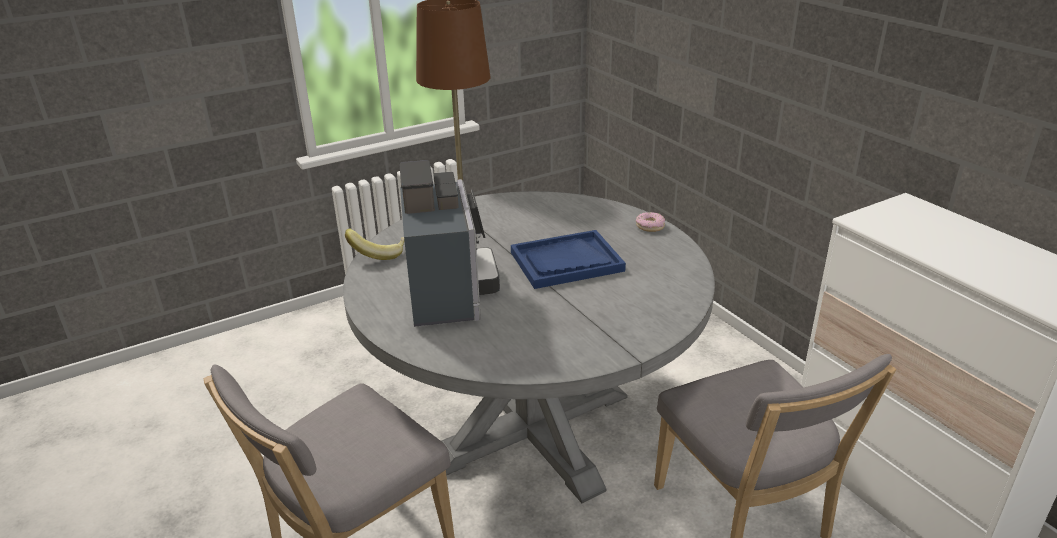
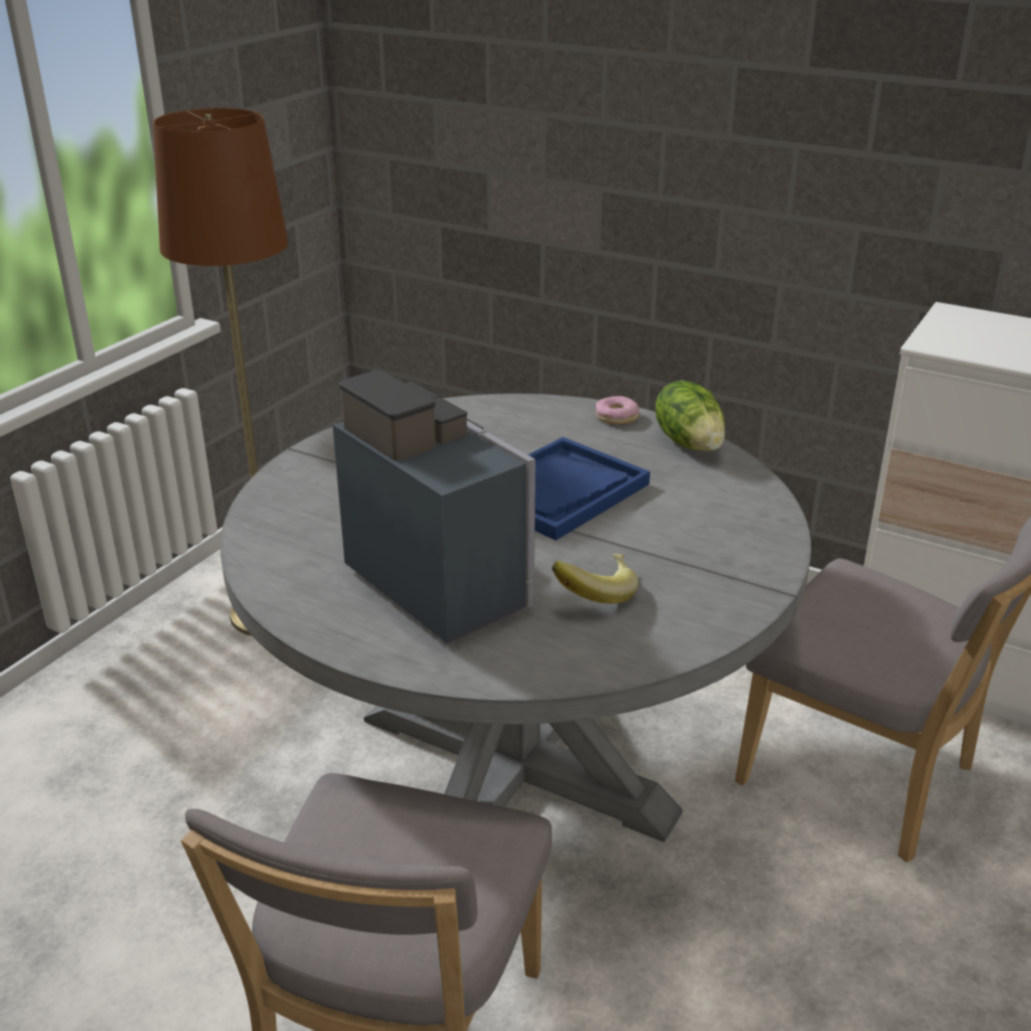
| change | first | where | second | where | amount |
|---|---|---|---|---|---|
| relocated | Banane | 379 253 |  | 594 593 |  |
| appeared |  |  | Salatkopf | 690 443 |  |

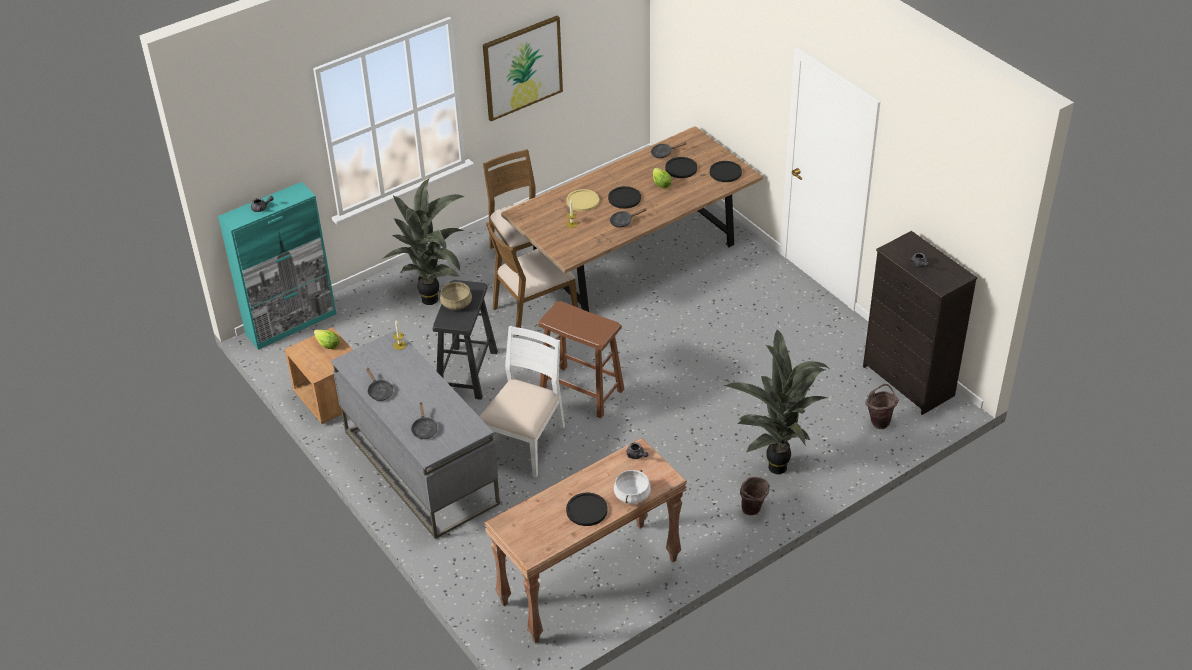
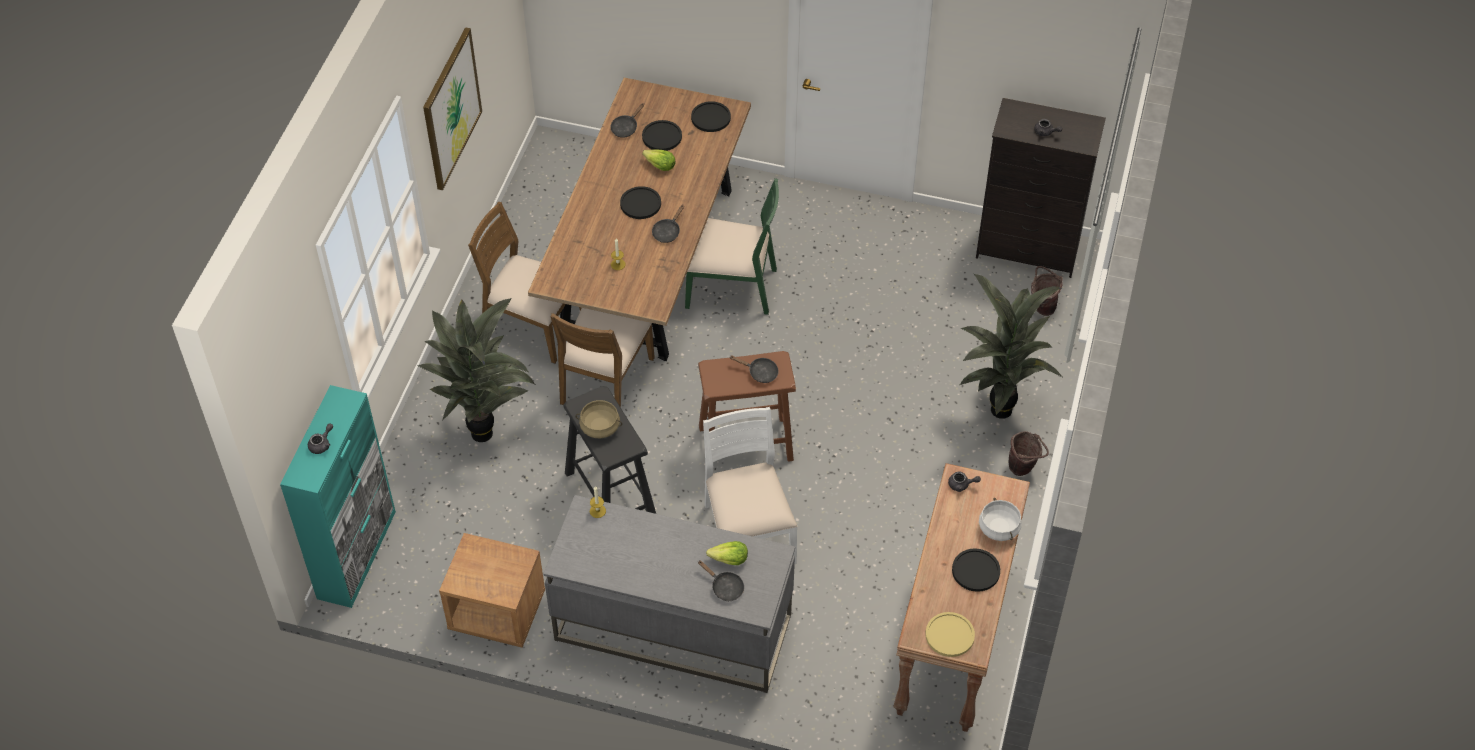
| change | first | where | second | where | amount |
|---|---|---|---|---|---|
| relocated | Teller (gelb) | 582 201 |  | 949 635 |  |
| relocated | Salatkopf | 327 344 |  | 729 560 |  |
| relocated | Pfanne (schwarz) | 379 391 |  | 760 372 |  |
| appeared |  |  | Stuhl (grün) | 732 287 |  |

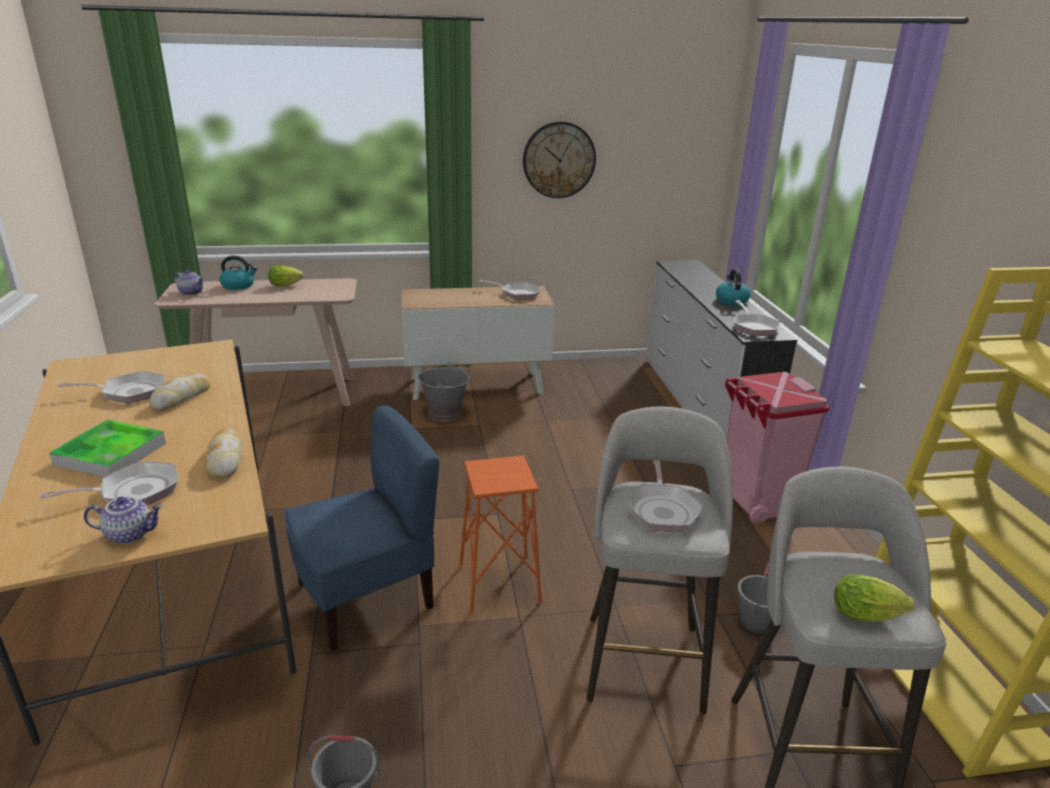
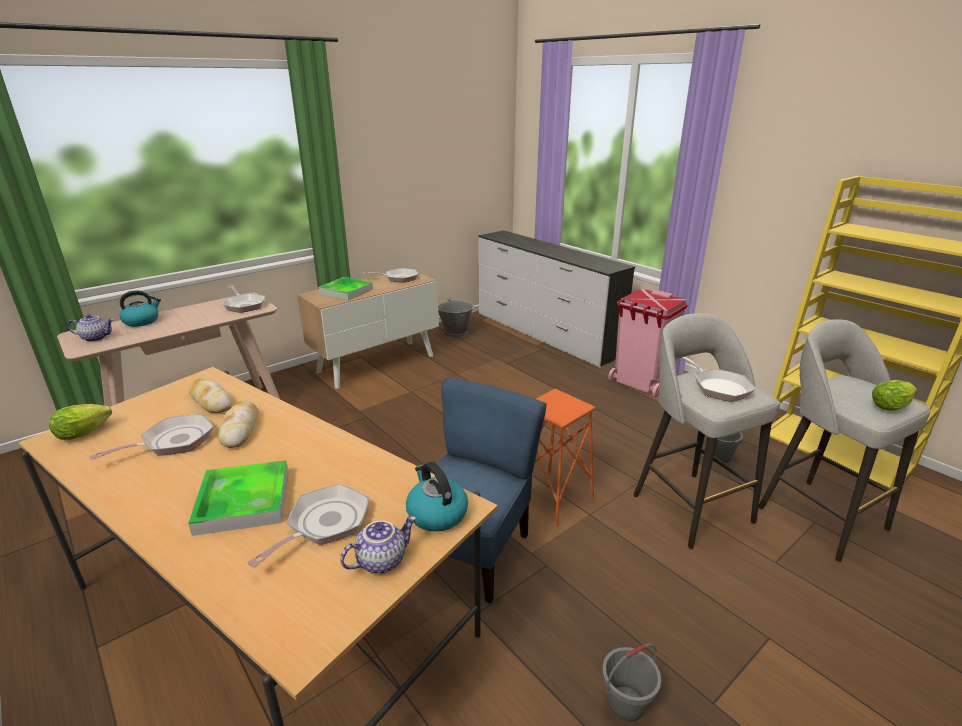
| change | first | where | second | where | amount |
|---|---|---|---|---|---|
| missing | Wanduhr | 559 160 |  |  |  |
| relocated | Salatkopf | 287 285 |  | 87 432 |  |
| relocated | Wasserkessel | 731 300 |  | 436 513 |  |
| relocated | Pfanne | 753 327 |  | 244 305 |  |
| relocated | Eimer (grau) | 445 413 |  | 456 333 |  |
| relocated | Brot | 225 459 |  | 210 401 |  |
| appeared |  |  | Tablett | 346 291 |  |

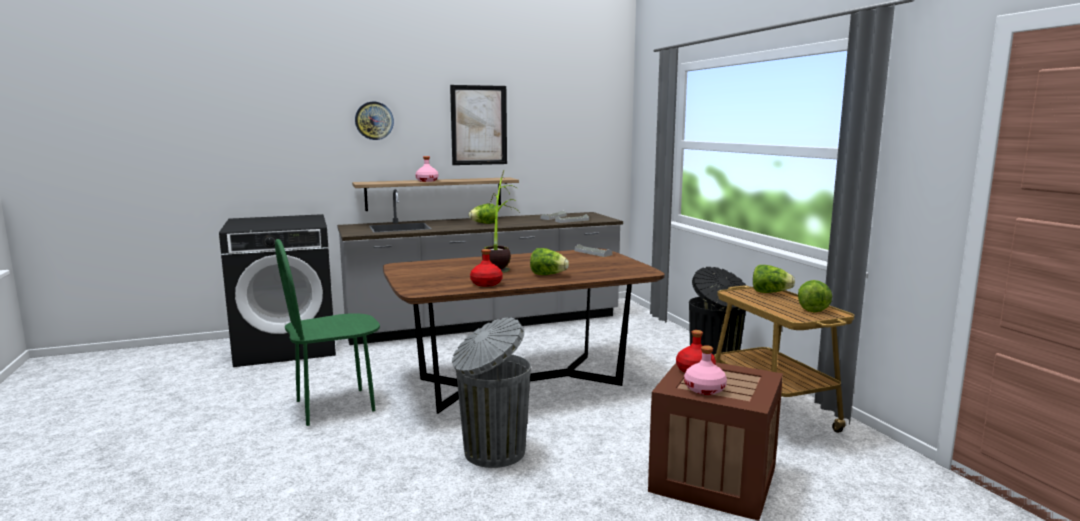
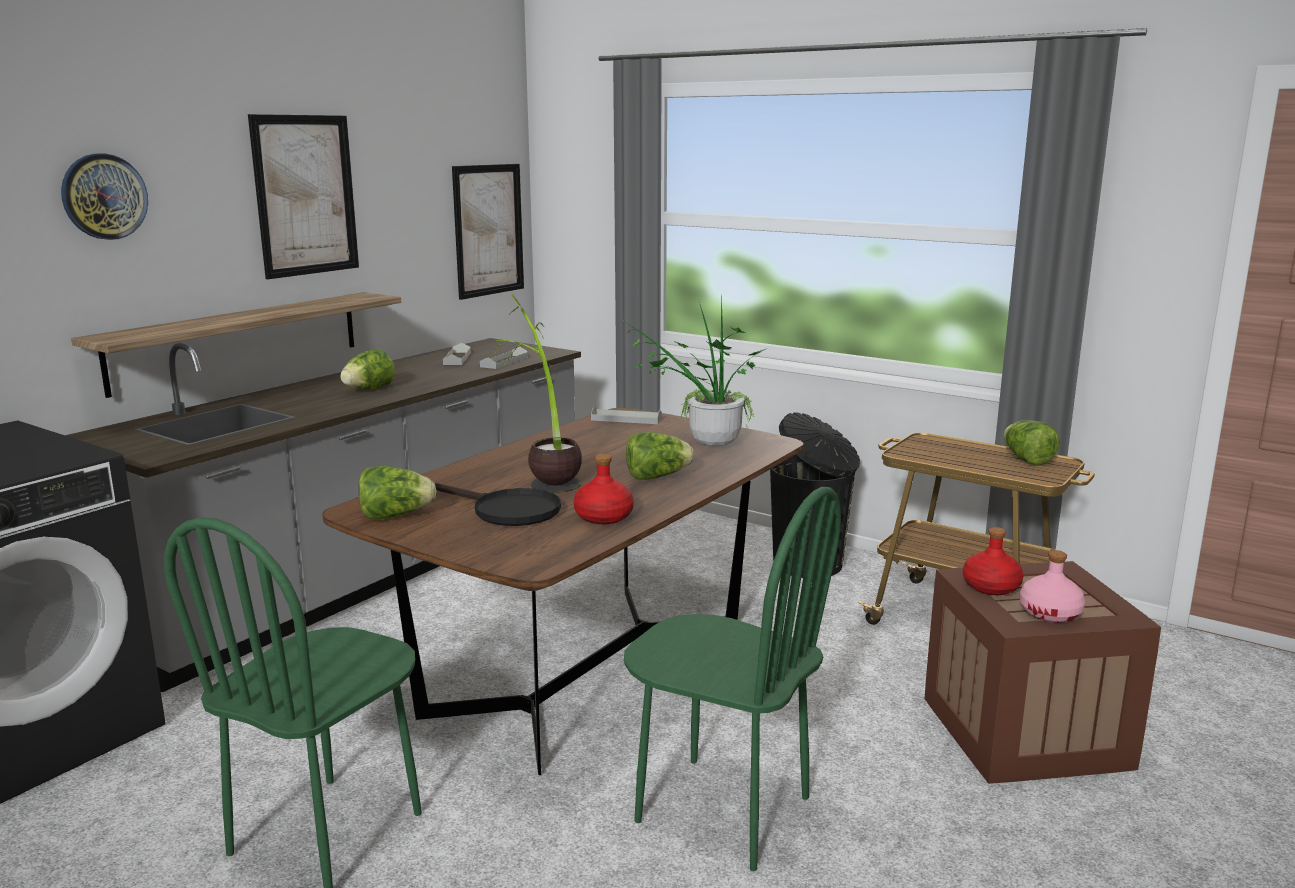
| change | first | where | second | where | amount |
|---|---|---|---|---|---|
| missing | Flasche (rosa) | 427 181 |  |  |  |
| relocated | Salatkopf | 770 292 |  | 395 516 |  |
| exchanged | Mülleimer (grau) | 492 452 | Stuhl (grün) | 722 810 |  |
| appeared |  |  | Bild | 488 230 |  |
| appeared |  |  | Topfpflanze | 703 444 |  |
| appeared |  |  | Pfanne (schwarz) | 506 511 |  |

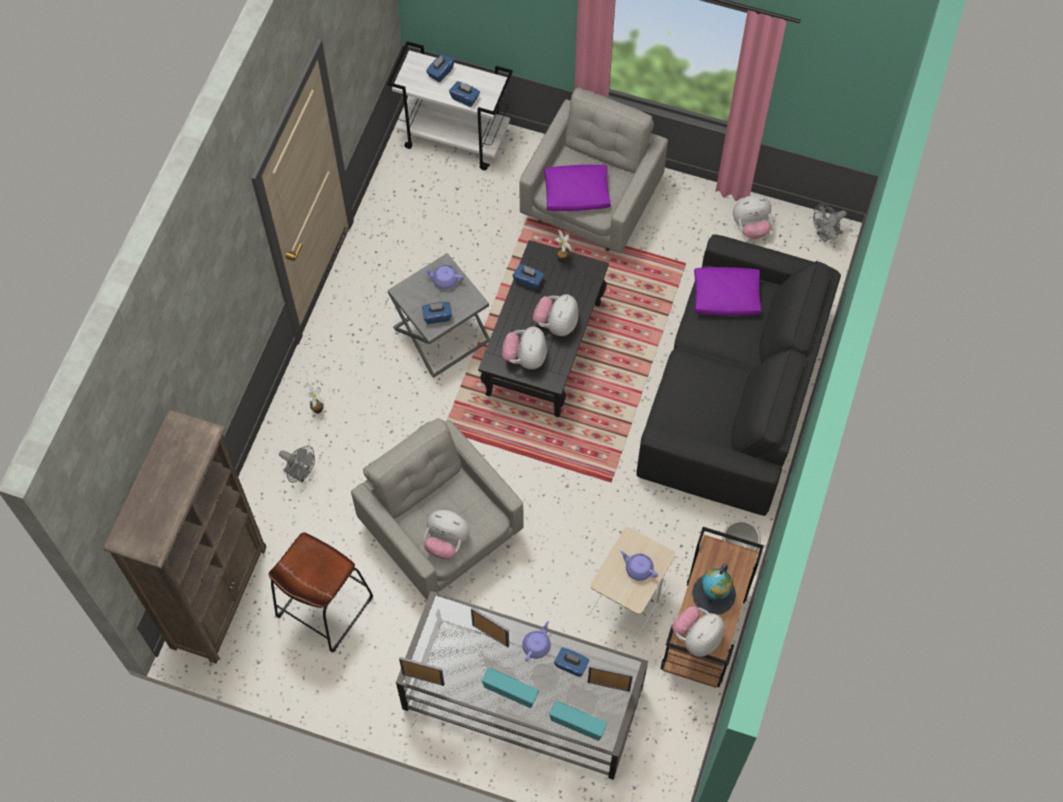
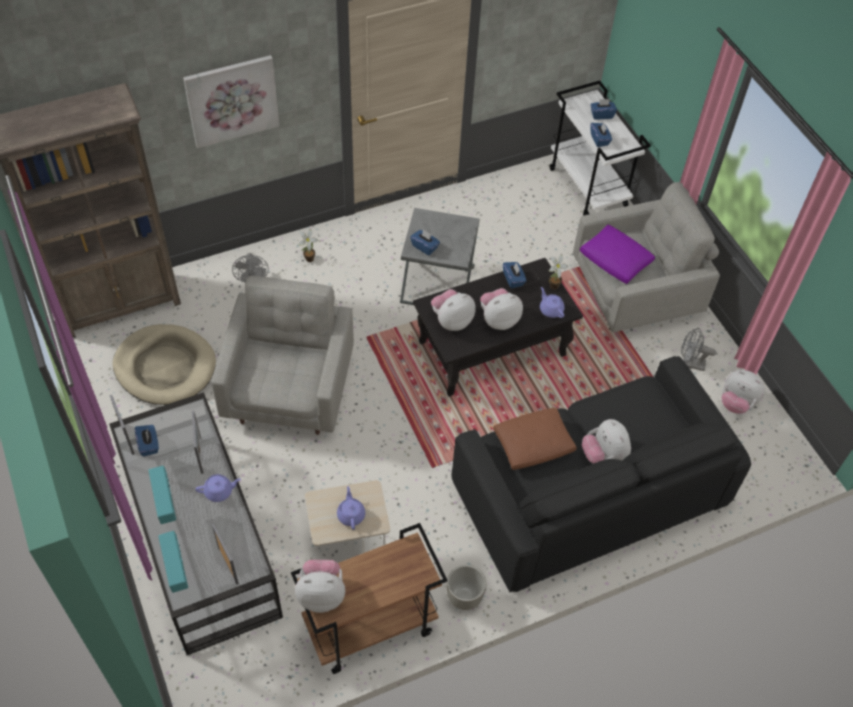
| change | first | where | second | where | amount |
|---|---|---|---|---|---|
| relocated | Ventilator (grau) | 825 235 |  | 690 363 |  |
| relocated | Teekanne (lila) | 444 280 |  | 550 310 |  |
| missing | Kissen (lila) | 725 296 |  |  |  |
| relocated | Plüschtier | 446 541 |  | 603 455 |  |
| exchanged | Hocker (braun) | 324 607 | Hundebett (beige) | 165 367 |  |
| missing | Globus | 714 594 |  |  |  |
| relocated | Taschentuchbox (blau) | 571 665 |  | 149 445 |  |
| appeared |  |  | Bild | 232 100 |  |
| appeared |  |  | Kissen (braun) | 532 444 |  |

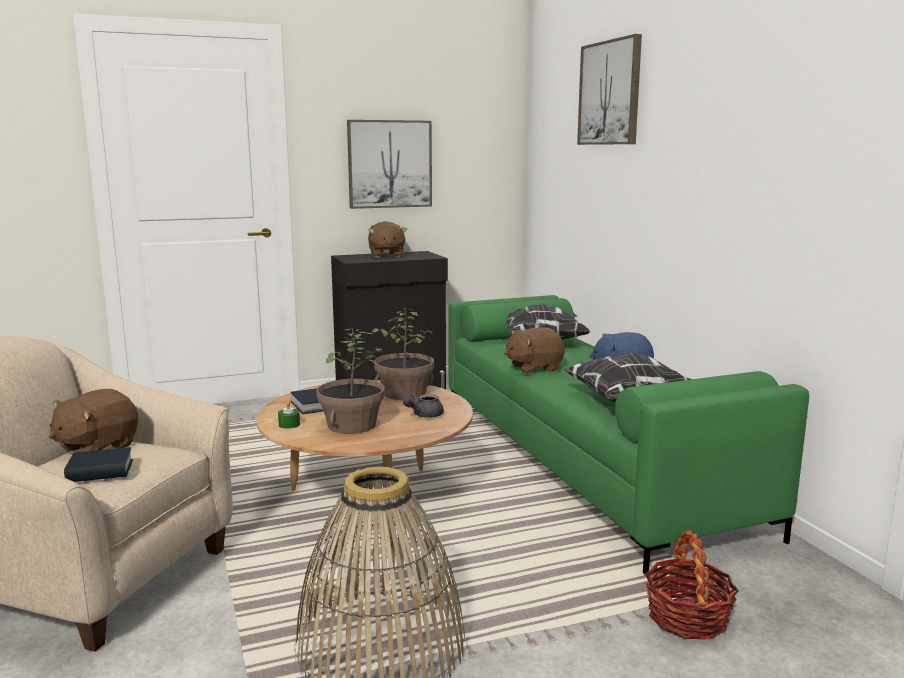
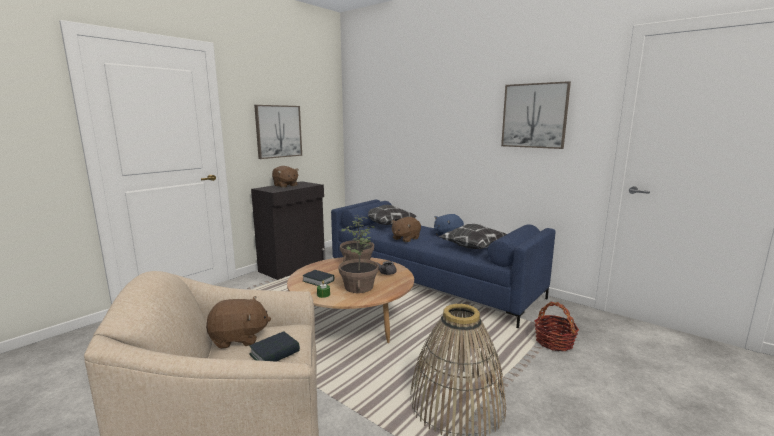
| change | first | where | second | where | amount |
|---|---|---|---|---|---|
| relocated | Bild | 610 93 |  | 534 116 |  |
| colour | Sofa (grün) | 586 460 | Sofa (blau) | 431 281 |  |
| spun | Plüschtier (braun) | 97 447 |  | 239 338 | 105 degrees counterclockwise |

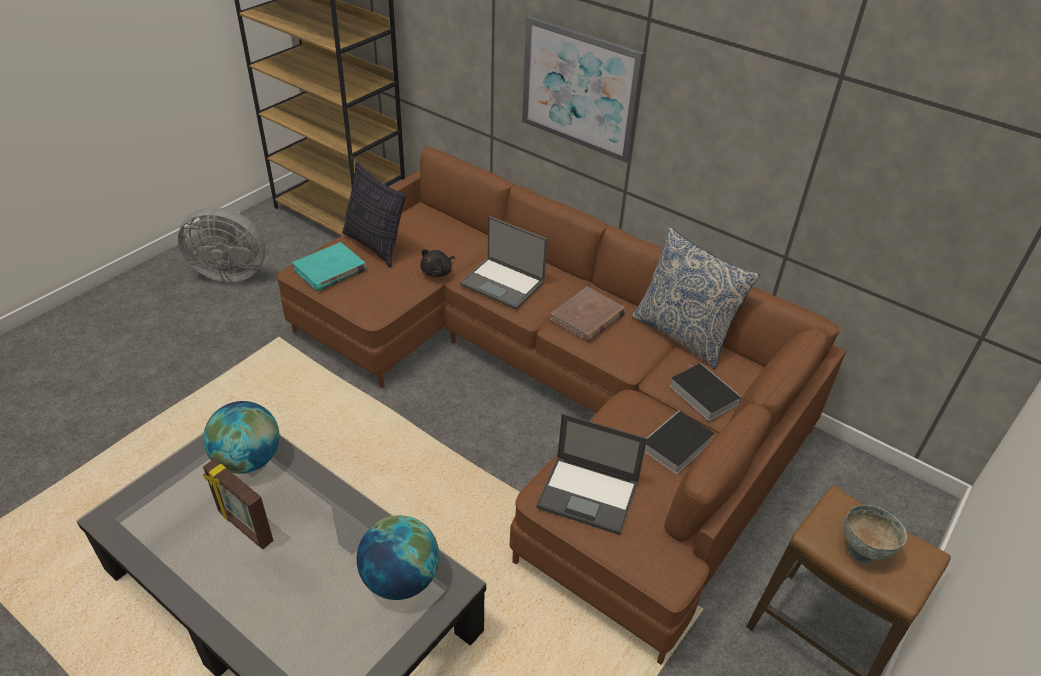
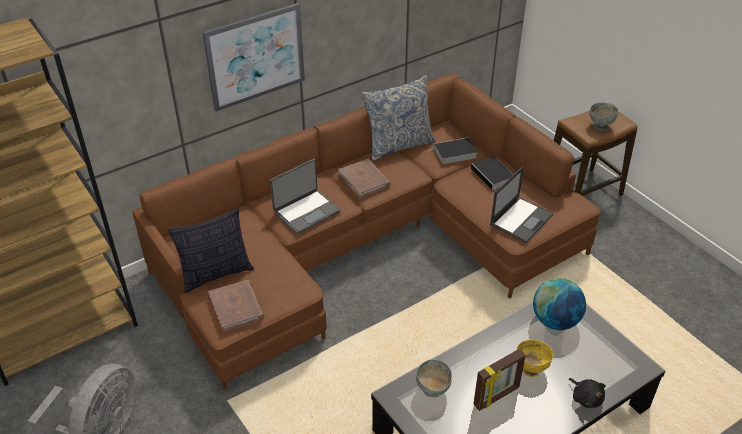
| change | first | where | second | where | amount |
|---|---|---|---|---|---|
| colour | Buch (türkis) | 330 270 | Buch (braun) | 237 307 |  |
| relocated | Plüschtier (schwarz) | 438 272 |  | 586 398 |  |
| exchanged | Globus | 248 460 | Schüssel (grau) | 433 390 |  |
| appeared |  |  | Schüssel (gelb) | 531 369 |  |

